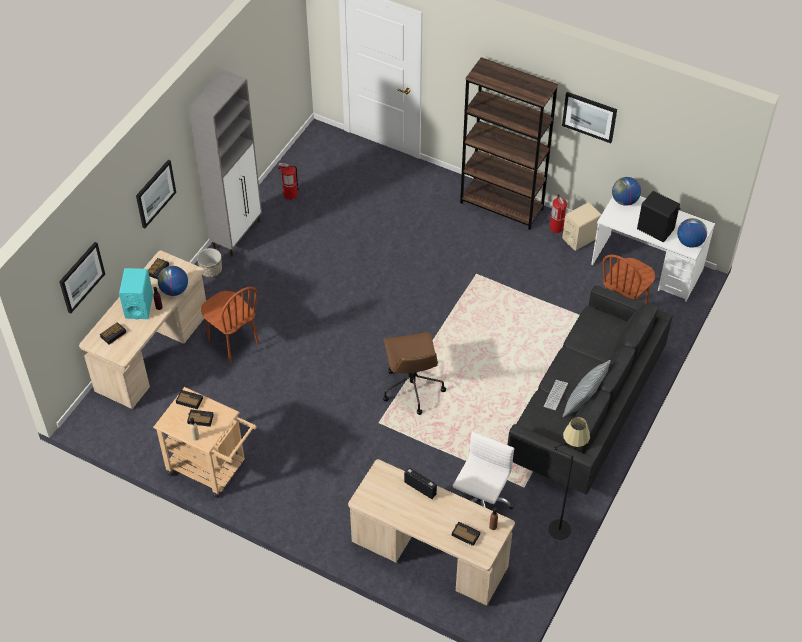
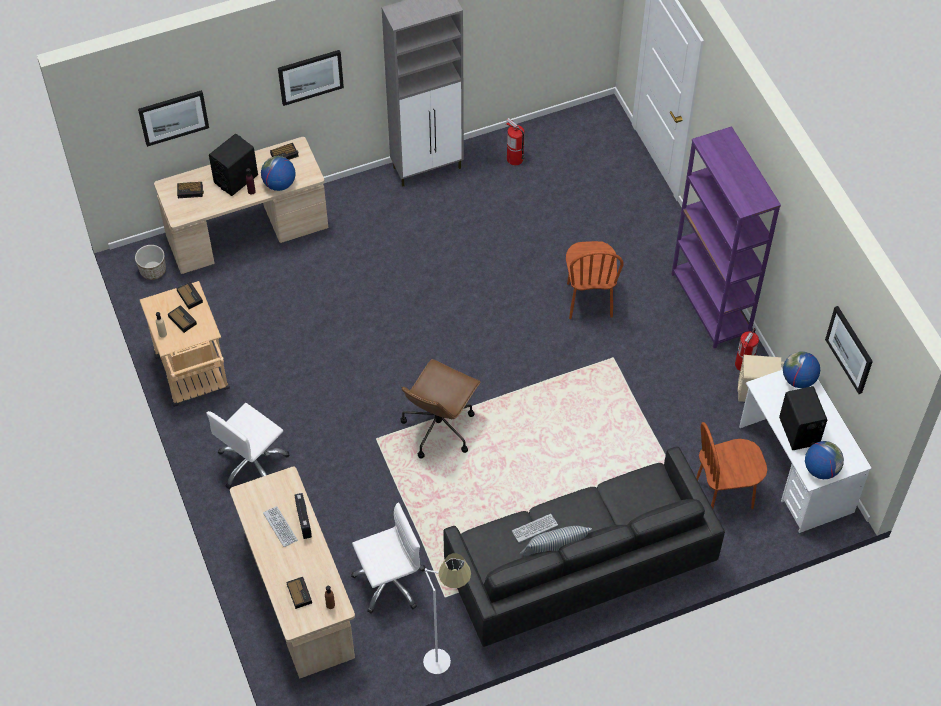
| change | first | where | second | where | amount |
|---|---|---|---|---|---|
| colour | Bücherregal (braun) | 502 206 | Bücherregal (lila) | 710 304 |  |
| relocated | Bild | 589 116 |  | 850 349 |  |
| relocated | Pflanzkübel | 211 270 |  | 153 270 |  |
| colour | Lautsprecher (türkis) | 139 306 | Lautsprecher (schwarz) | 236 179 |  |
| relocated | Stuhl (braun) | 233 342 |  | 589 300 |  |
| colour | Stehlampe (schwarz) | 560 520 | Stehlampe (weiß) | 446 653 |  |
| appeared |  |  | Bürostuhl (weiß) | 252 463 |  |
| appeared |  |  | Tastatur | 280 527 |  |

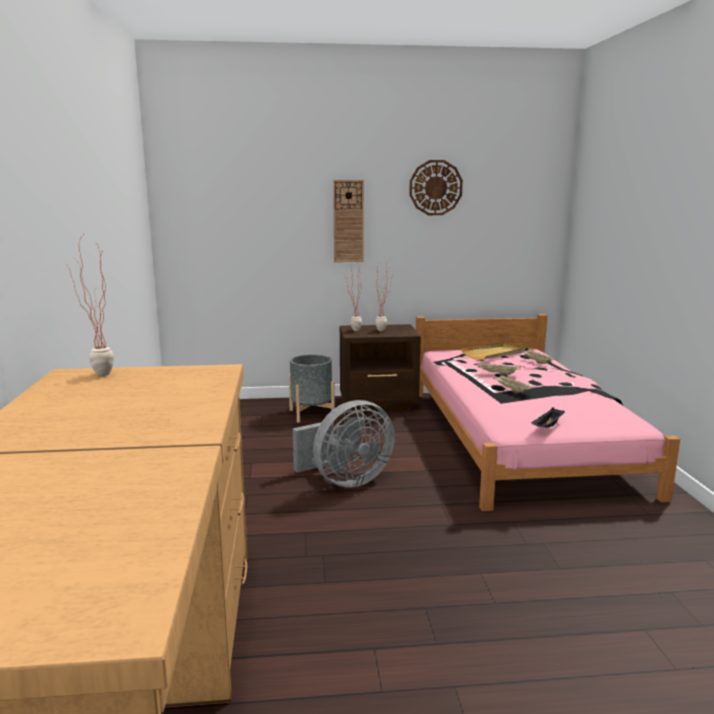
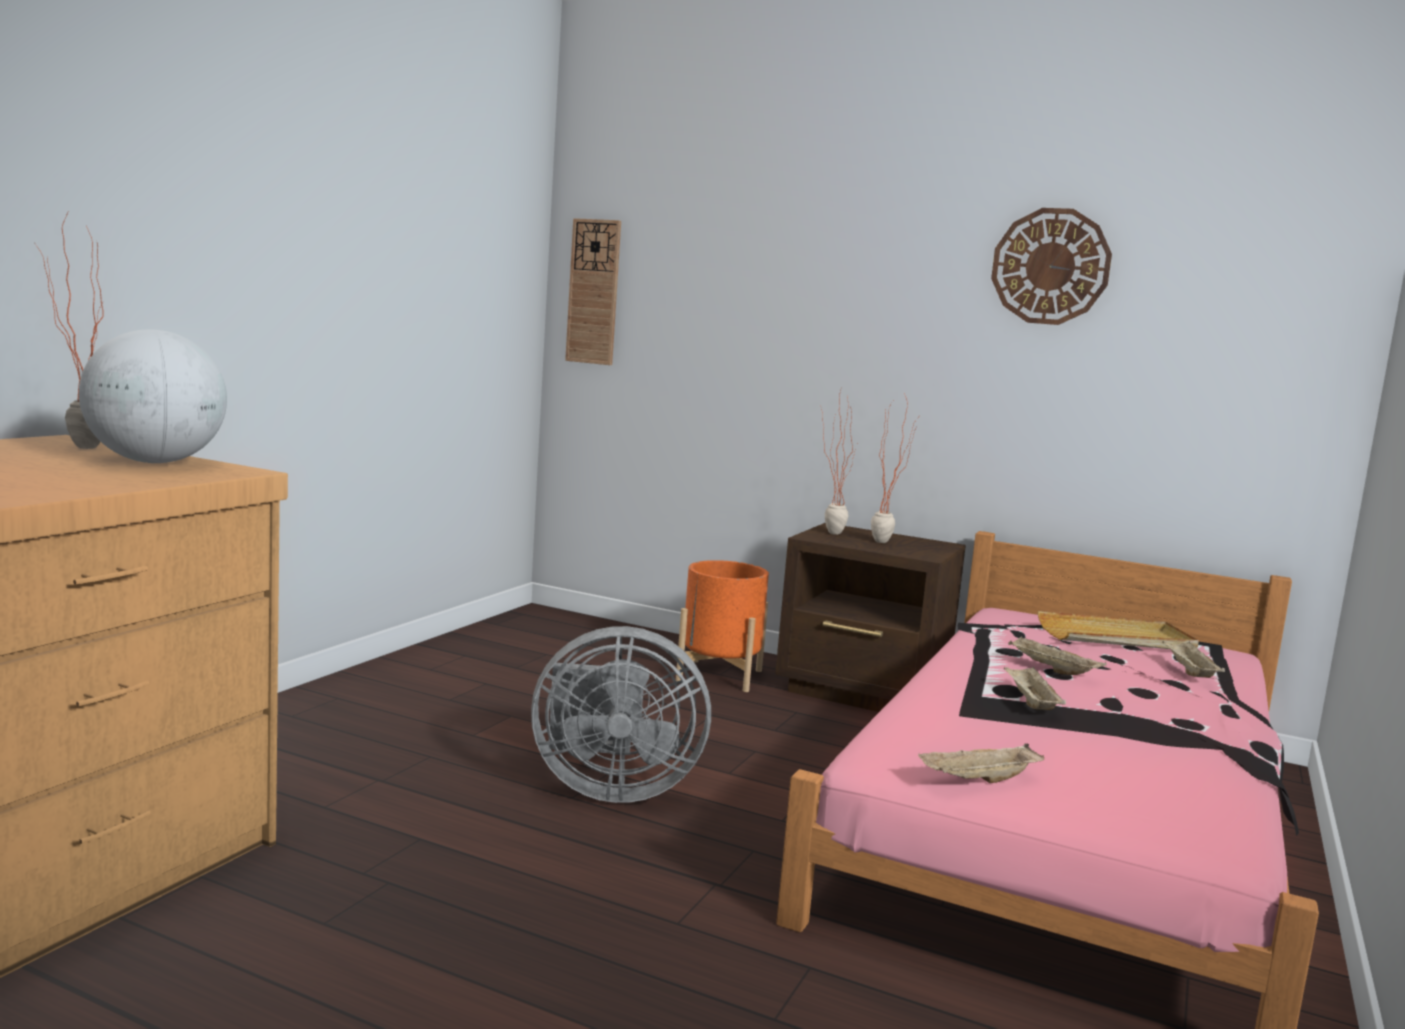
| change | first | where | second | where | amount |
|---|---|---|---|---|---|
| relocated | Wanduhr | 348 221 |  | 593 292 |  |
| colour | Pflanzkübel (grau) | 311 414 | Pflanzkübel (orange) | 719 675 |  |
| colour | Tablett (schwarz) | 548 427 | Tablett (beige) | 979 781 |  |
| appeared |  |  | Globus | 155 462 |  |

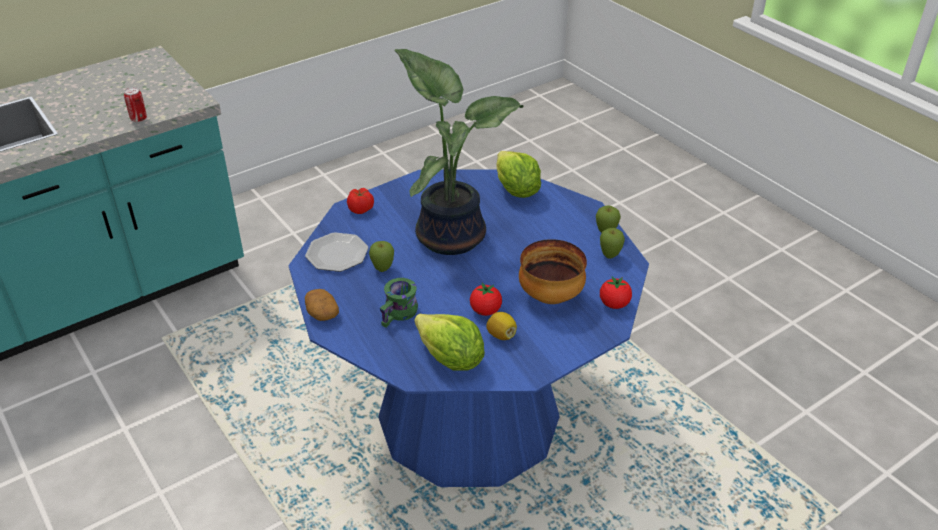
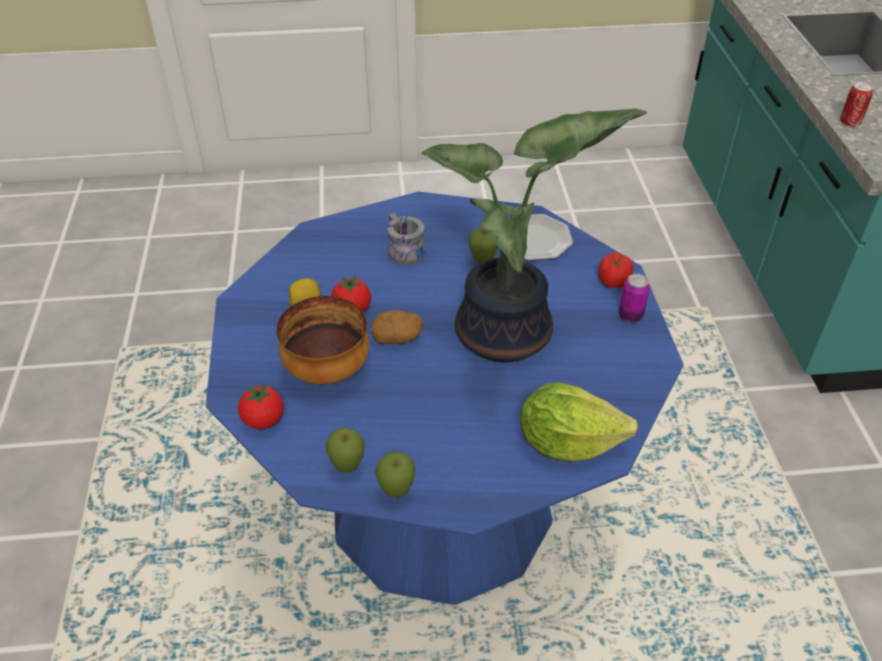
| change | first | where | second | where | amount |
|---|---|---|---|---|---|
| colour | Henkelbecher (grün) | 400 314 | Henkelbecher (grau) | 401 251 |  |
| relocated | Kartoffel | 322 313 |  | 397 337 |  |
| missing | Salatkopf | 450 359 |  |  |  |
| appeared |  |  | Dose | 630 316 |  |

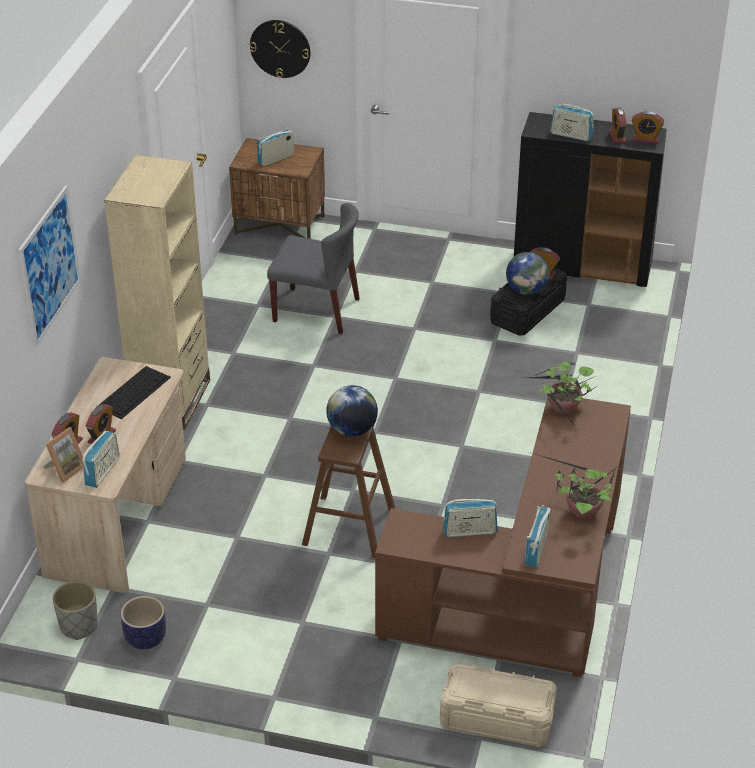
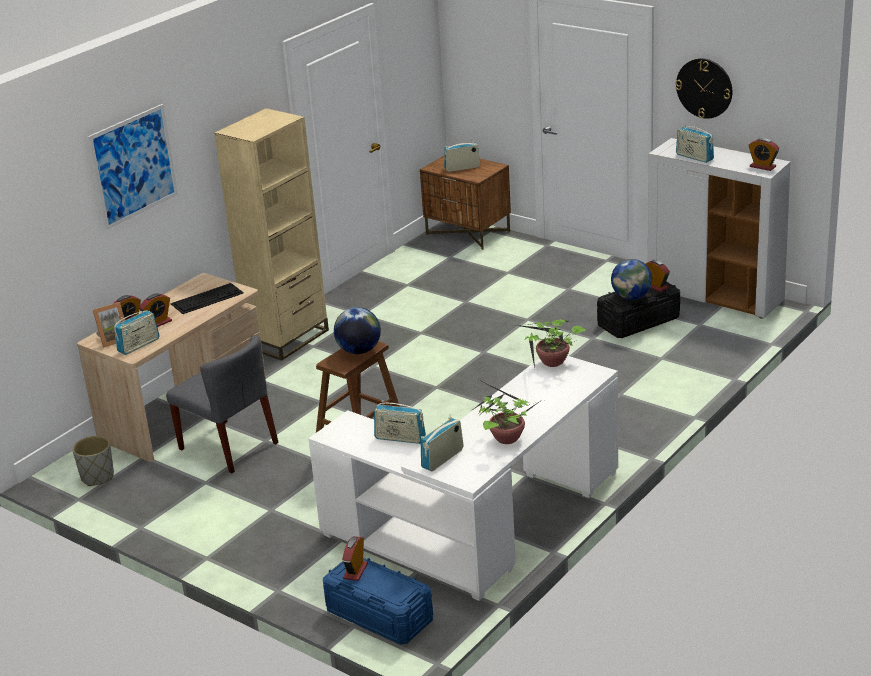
| change | first | where | second | where | amount |
|---|---|---|---|---|---|
| relocated | Wanduhr | 280 48 |  | 704 88 |  |
| relocated | Wecker | 617 137 |  | 355 571 |  |
| colour | Schrank (schwarz) | 583 266 | Schrank (weiß) | 716 296 |  |
| relocated | Stuhl (grau) | 317 310 |  | 229 446 |  |
| colour | Schreibtisch (braun) | 529 590 | Schreibtisch (weiß) | 482 526 |  |
| missing | Pflanzkübel | 145 638 |  |  |  |
| colour | Aufbewahrungsbox (beige) | 497 719 | Aufbewahrungsbox (blau) | 379 616 |  |

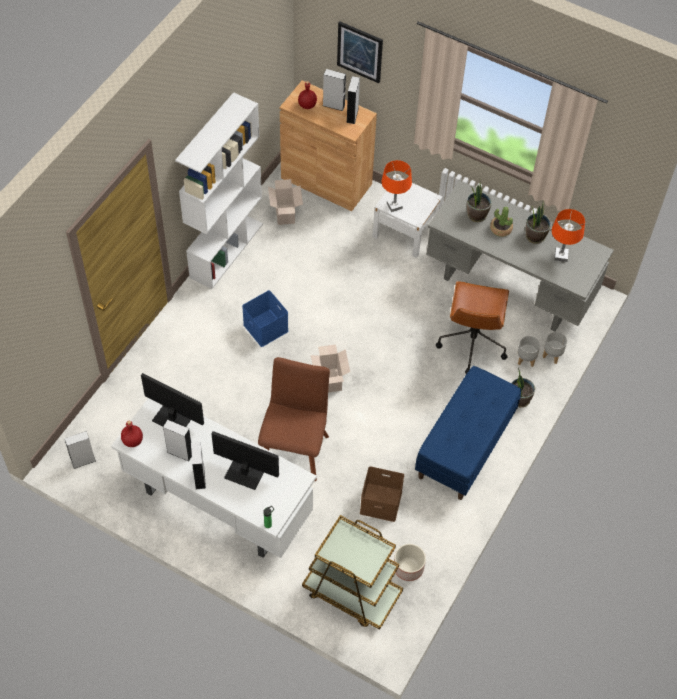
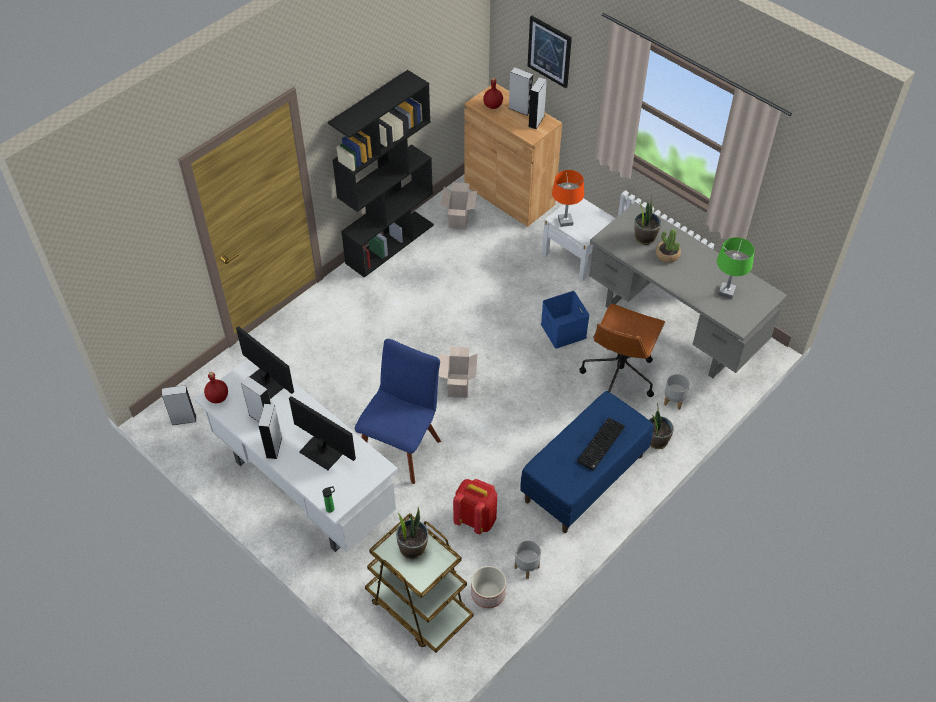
| change | first | where | second | where | amount |
|---|---|---|---|---|---|
| colour | Bücherregal (weiß) | 226 250 | Bücherregal (schwarz) | 390 243 |  |
| relocated | Topfpflanze | 535 236 |  | 412 547 |  |
| colour | Tischlampe (orange) | 561 255 | Tischlampe (grün) | 726 291 |  |
| relocated | Aufbewahrungsbox (blau) | 266 328 |  | 564 331 |  |
| relocated | Pflanzkübel (grau) | 552 355 |  | 527 567 |  |
| colour | Stuhl (braun) | 295 448 | Stuhl (blau) | 402 447 |  |
| exchanged | Aufbewahrungsbox (braun) | 380 502 | Rucksack (rot) | 476 519 |  |
| appeared |  |  | Tastatur | 601 445 |  |

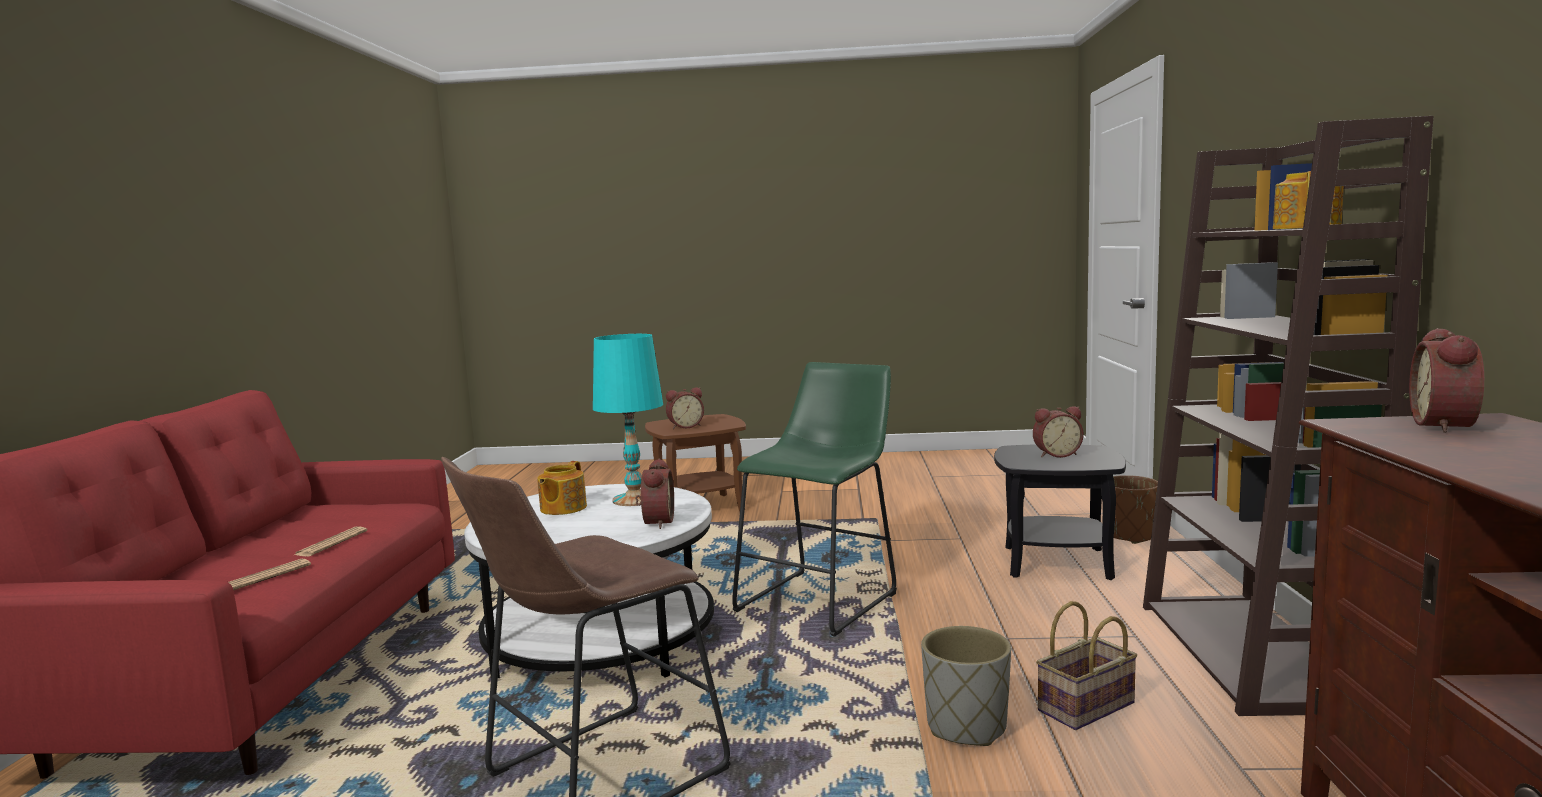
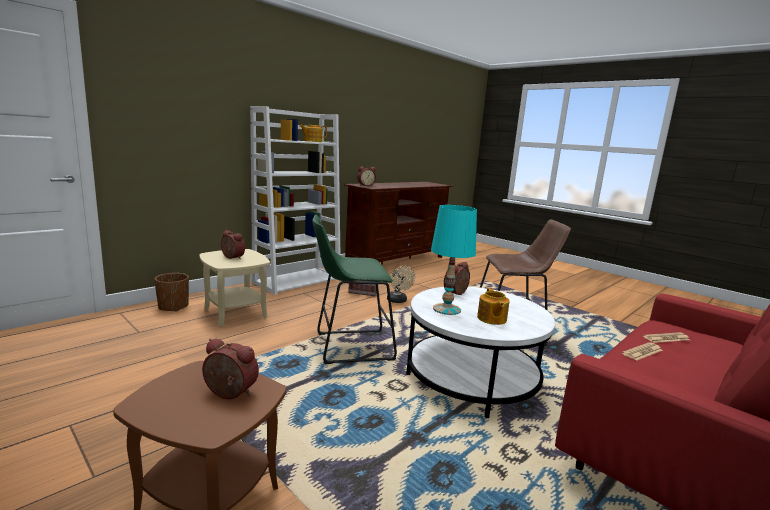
| change | first | where | second | where | amount |
|---|---|---|---|---|---|
| colour | Bücherregal (braun) | 1252 655 | Bücherregal (weiß) | 298 281 |  |
| colour | Beistelltisch (schwarz) | 1057 563 | Beistelltisch (beige) | 235 313 |  |
| spun | Teekanne | 562 508 |  | 491 319 | 120 degrees clockwise |
| exchanged | Pflanzkübel (grau) | 967 727 | Ventilator (beige) | 398 301 |  |

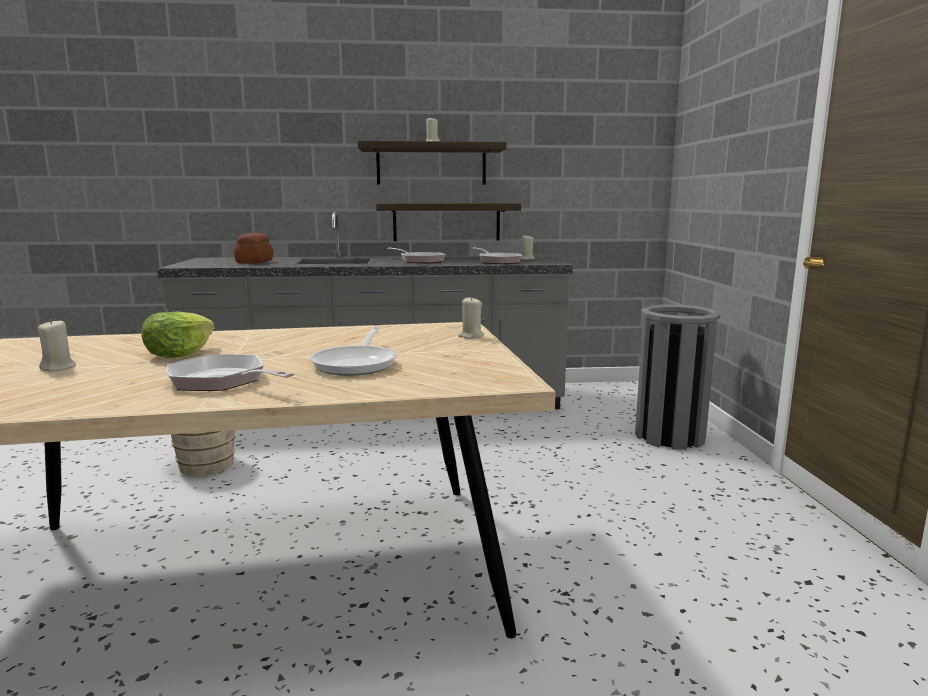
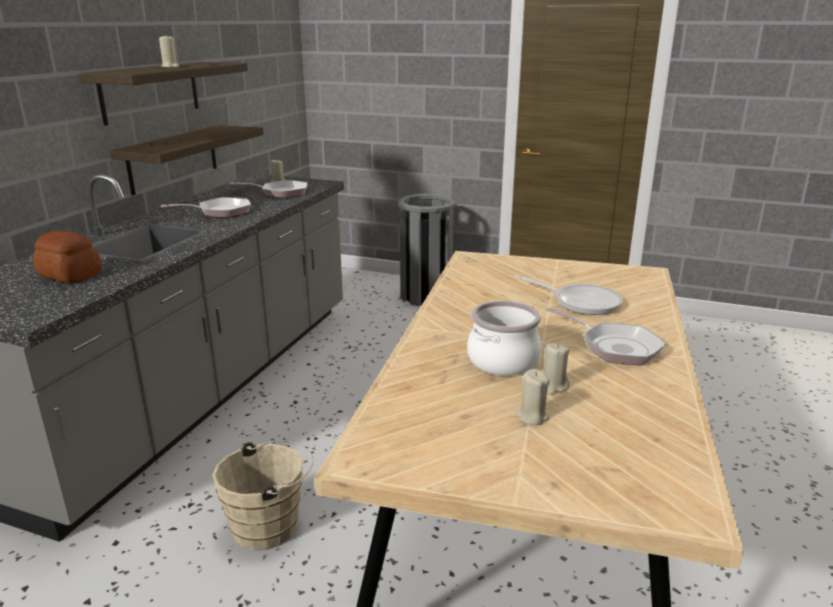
| change | first | where | second | where | amount |
|---|---|---|---|---|---|
| relocated | Kerze (beige) | 471 336 |  | 553 386 |  |
| exchanged | Salatkopf | 179 353 | Kochtopf | 503 361 |  |
| spun | Pfanne | 222 381 |  | 615 347 | 105 degrees counterclockwise |

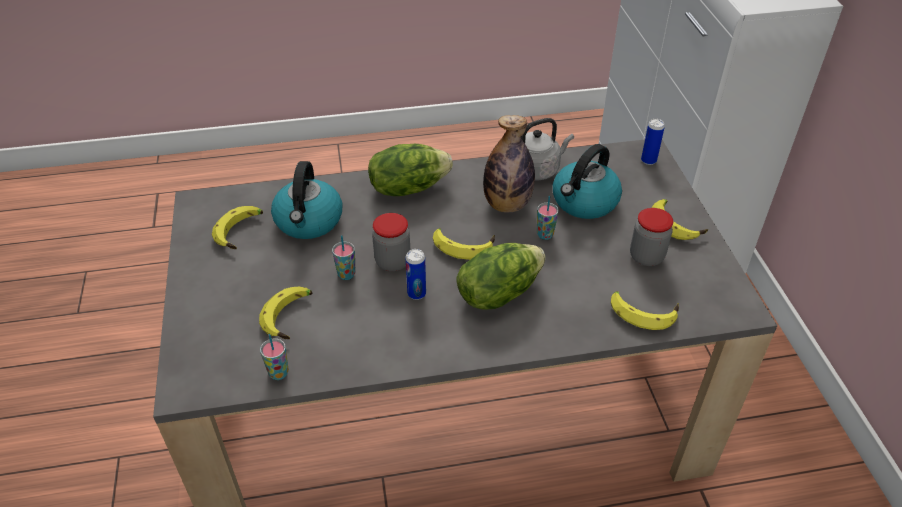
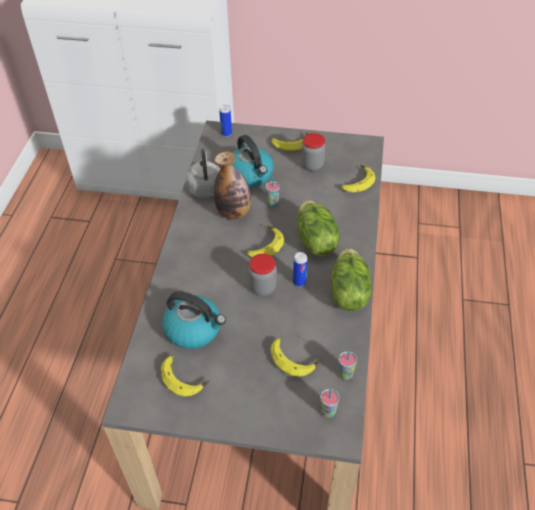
| change | first | where | second | where | amount |
|---|---|---|---|---|---|
| relocated | Salatkopf | 408 187 |  | 347 292 |  |
| relocated | Tasse | 346 274 |  | 328 412 |  |

